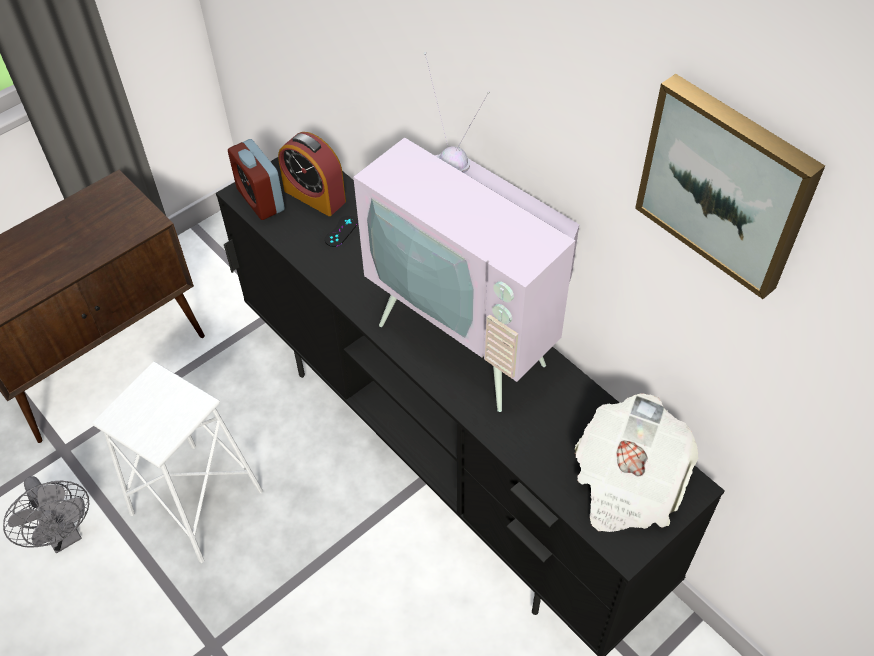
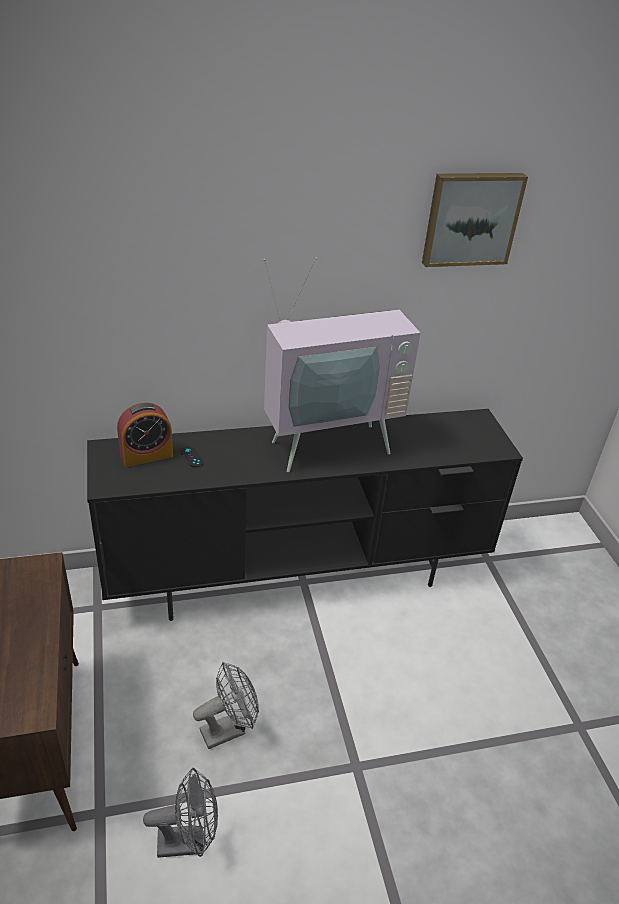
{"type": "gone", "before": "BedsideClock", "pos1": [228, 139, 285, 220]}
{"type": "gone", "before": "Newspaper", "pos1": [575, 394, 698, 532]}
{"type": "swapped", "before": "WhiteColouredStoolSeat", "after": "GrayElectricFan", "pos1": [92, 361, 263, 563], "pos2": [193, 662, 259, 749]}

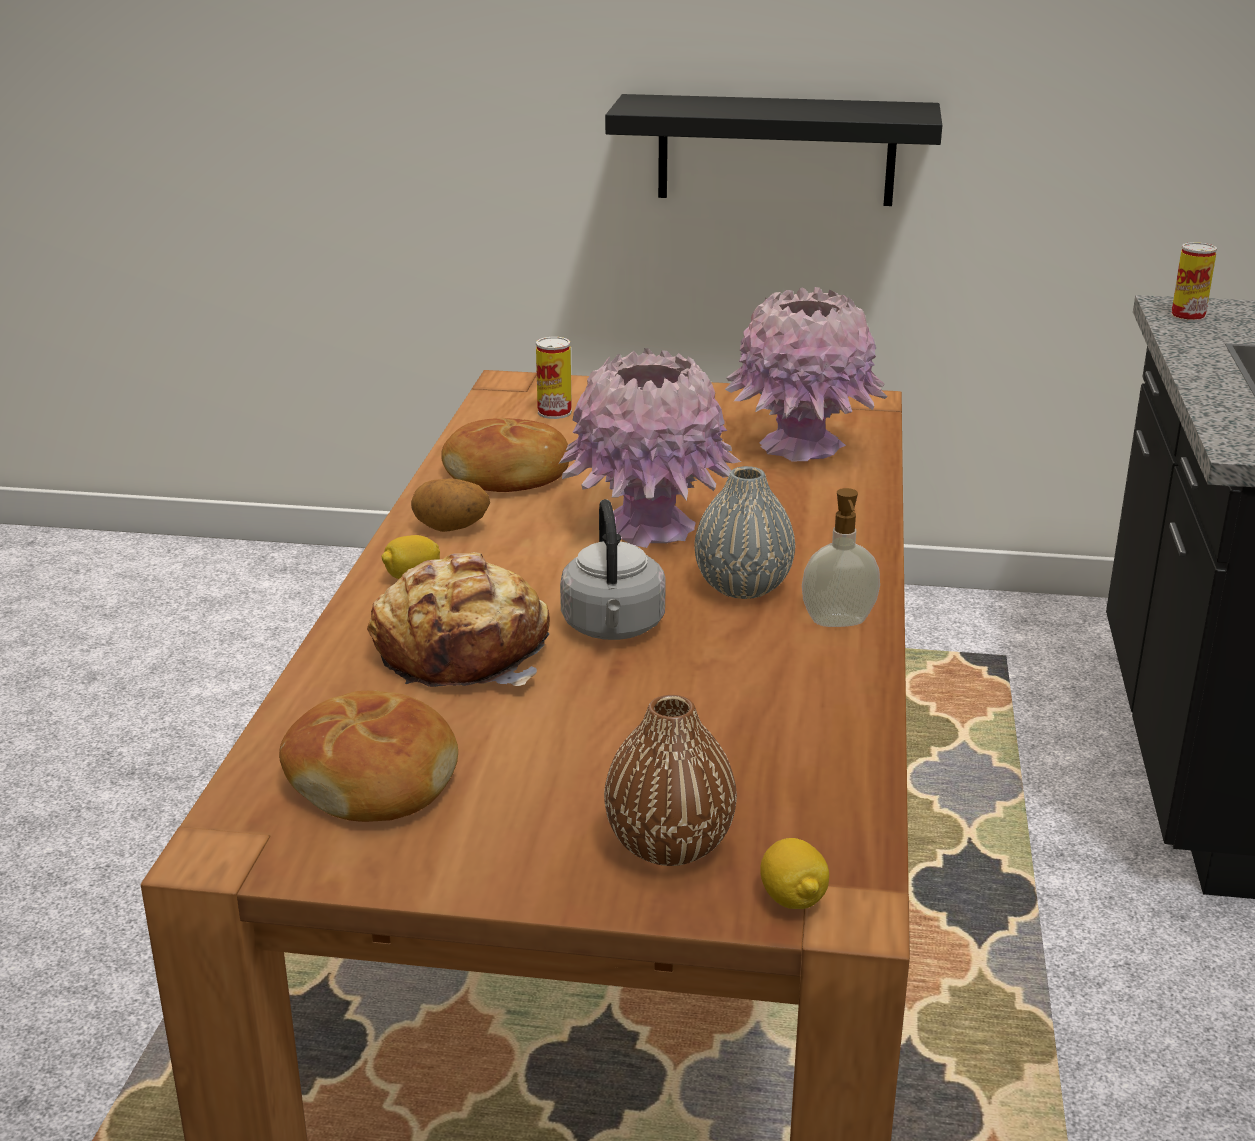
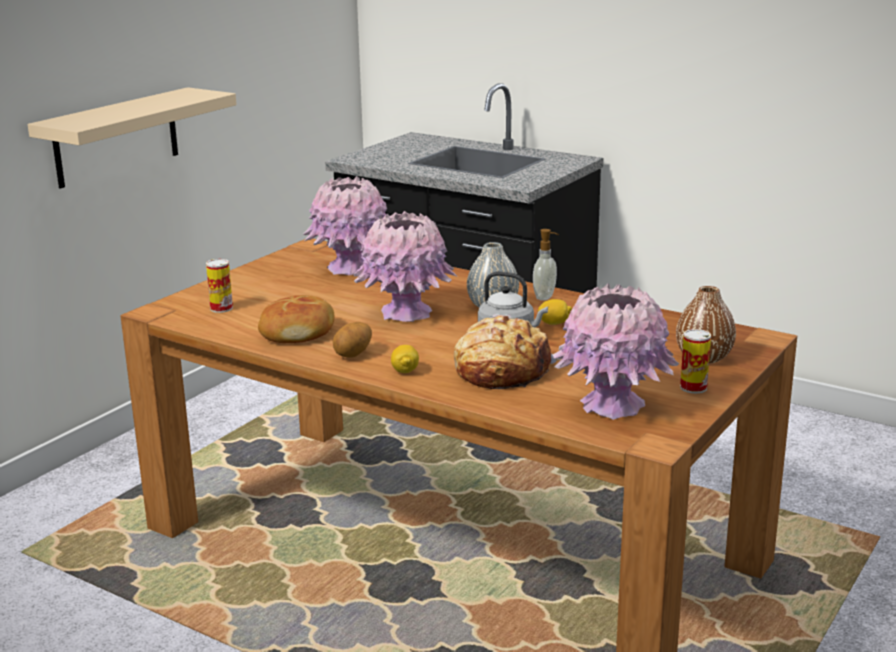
{"type": "shifted", "before": "CitrusFruit", "pos1": [760, 838, 829, 909], "pos2": [538, 299, 572, 325]}
{"type": "shifted", "before": "Can", "pos1": [1171, 242, 1217, 322], "pos2": [680, 329, 711, 394]}
{"type": "swapped", "before": "Bread", "after": "PinkDecorativeVase", "pos1": [279, 690, 458, 822], "pos2": [553, 284, 679, 420]}
{"type": "repainted", "before": "BlackishWallShelf", "after": "SandColouredWallShelf", "pos1": [605, 94, 942, 206], "pos2": [28, 87, 237, 189]}

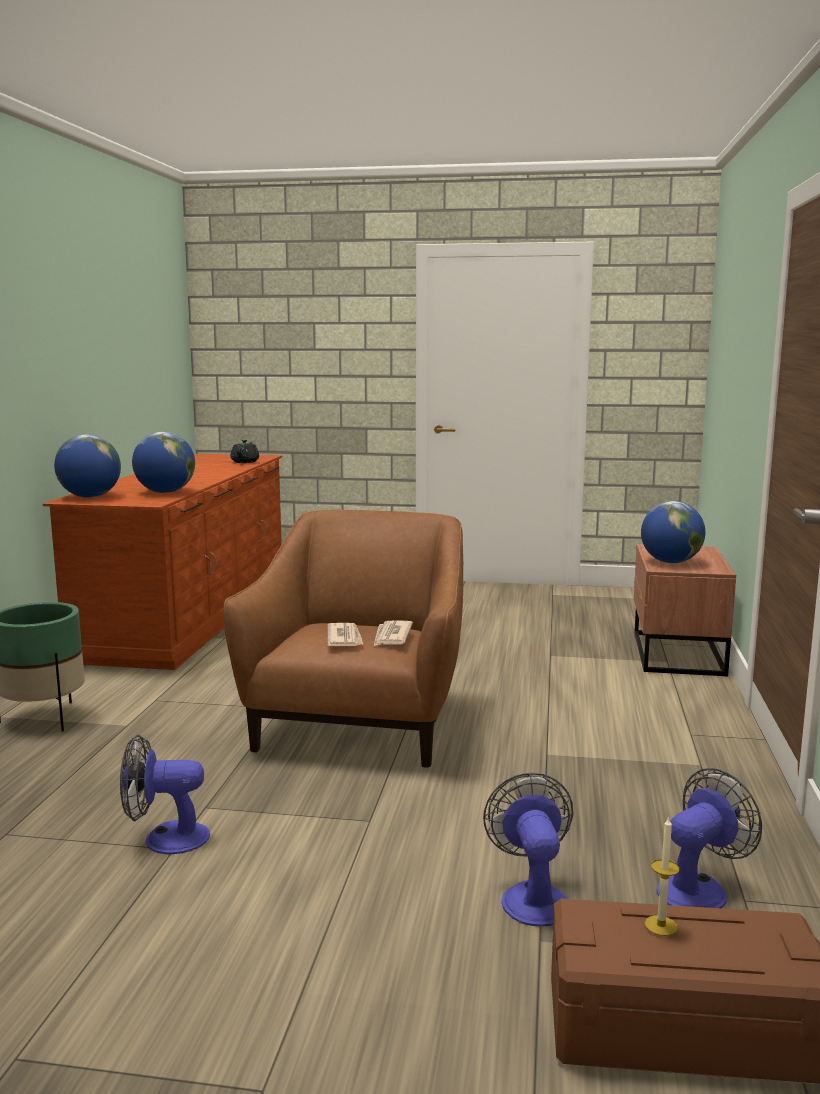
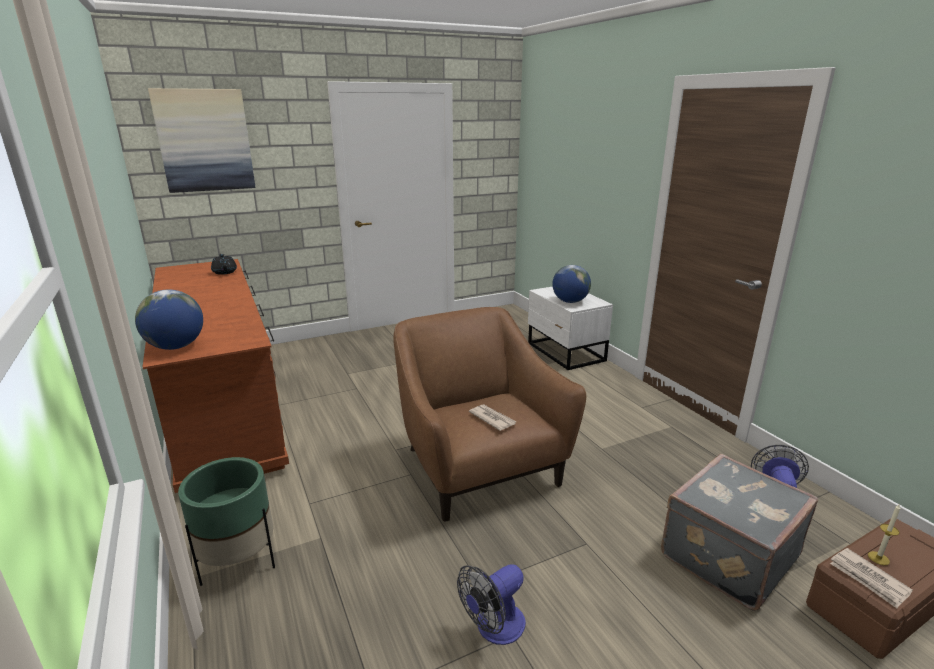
{"type": "gone", "before": "DeskGlobe", "pos1": [132, 432, 195, 493]}
{"type": "new", "after": "WallArt", "pos2": [148, 88, 255, 193]}
{"type": "shifted", "before": "Newspaper", "pos1": [374, 620, 413, 646], "pos2": [830, 548, 913, 608]}
{"type": "swapped", "before": "ElectricFan", "after": "GrayPieceOfLuggage", "pos1": [483, 773, 573, 926], "pos2": [661, 454, 818, 611]}
{"type": "repainted", "before": "BrownColouredNightstand", "after": "WhiteColouredNightstand", "pos1": [634, 544, 736, 677], "pos2": [528, 286, 613, 370]}

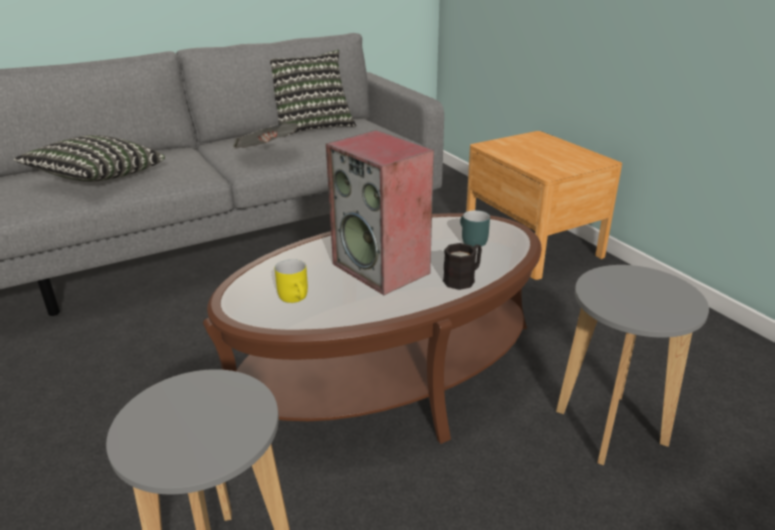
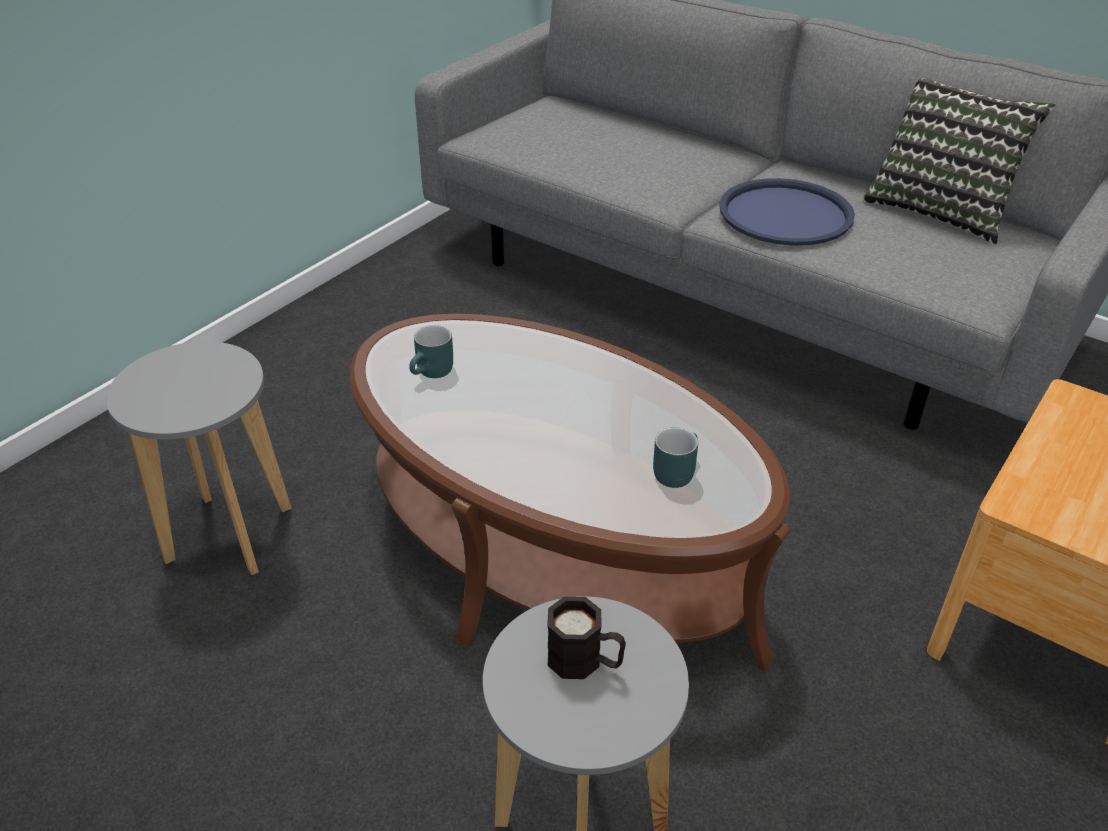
{"type": "gone", "before": "ThrowPillow", "pos1": [13, 135, 165, 182]}
{"type": "gone", "before": "AudioSpeaker", "pos1": [326, 130, 434, 295]}
{"type": "shifted", "before": "BlackishMug", "pos1": [443, 243, 482, 290], "pos2": [547, 597, 626, 679]}
{"type": "swapped", "before": "Newspaper", "after": "BlueServingTray", "pos1": [233, 123, 297, 149], "pos2": [719, 178, 855, 246]}
{"type": "repainted", "before": "YellowColouredMug", "after": "BlueGreenMug", "pos1": [275, 259, 308, 303], "pos2": [409, 325, 453, 378]}

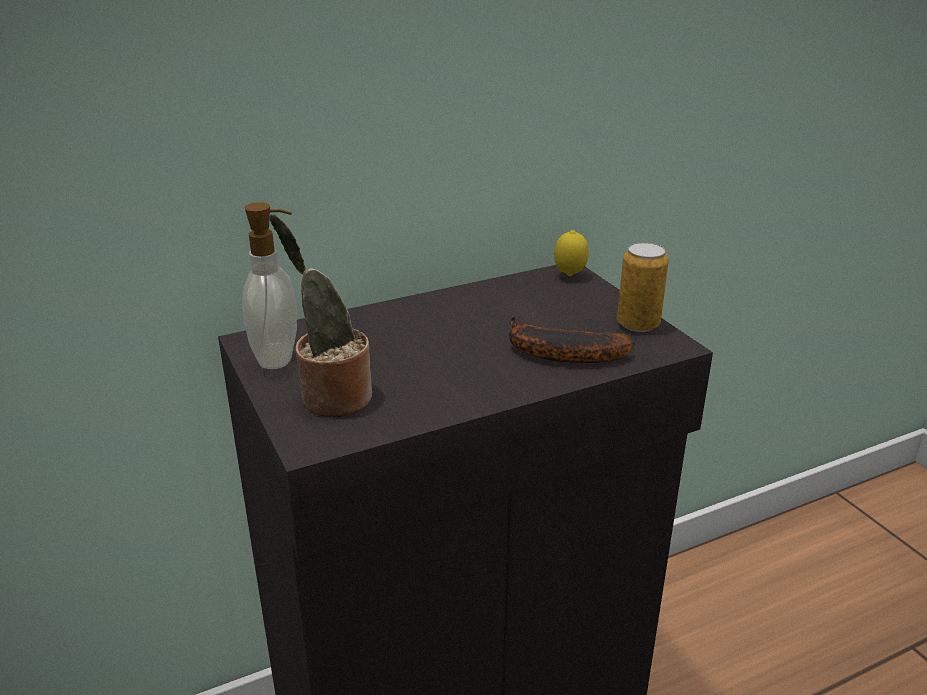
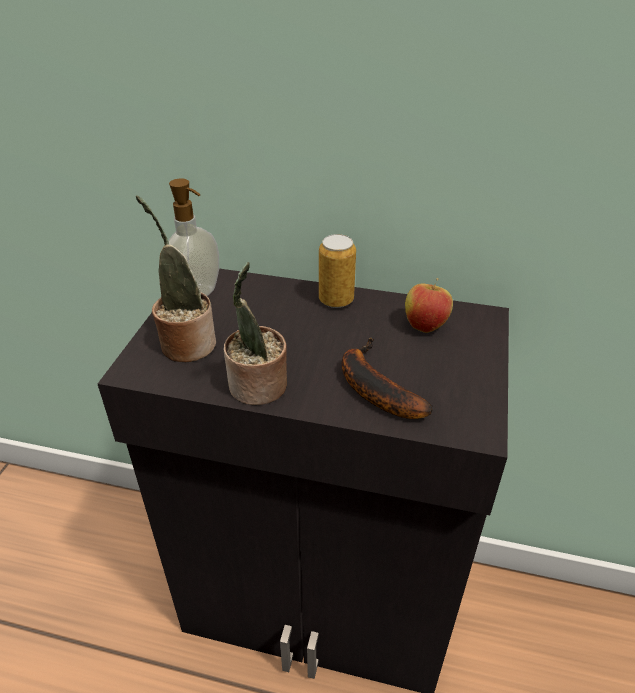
{"type": "gone", "before": "CitrusFruit", "pos1": [554, 230, 588, 276]}
{"type": "new", "after": "Houseplant", "pos2": [224, 262, 287, 405]}
{"type": "new", "after": "AppleFruit", "pos2": [405, 278, 453, 333]}
{"type": "shifted", "before": "Can", "pos1": [617, 242, 668, 332], "pos2": [319, 234, 356, 308]}

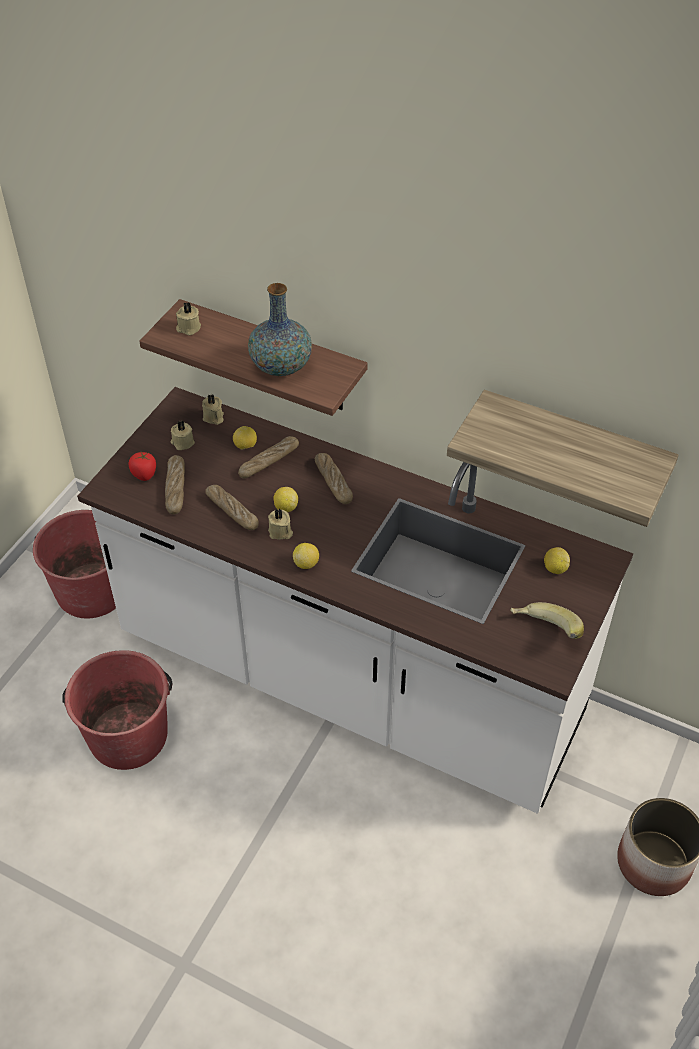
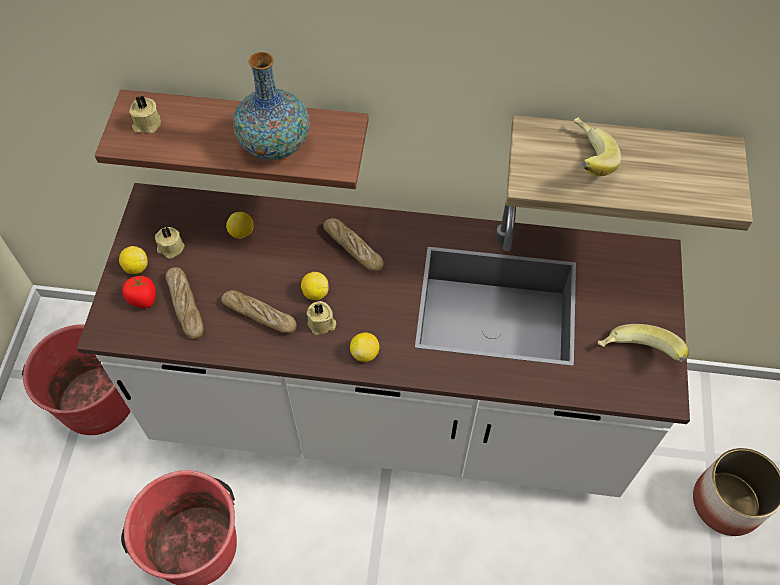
{"type": "gone", "before": "SandColouredWaxLight", "pos1": [202, 394, 224, 425]}
{"type": "gone", "before": "Bread", "pos1": [238, 436, 299, 479]}
{"type": "new", "after": "Banana", "pos2": [573, 117, 621, 176]}
{"type": "shifted", "before": "CitrusFruit", "pos1": [544, 547, 570, 574], "pos2": [119, 246, 148, 274]}

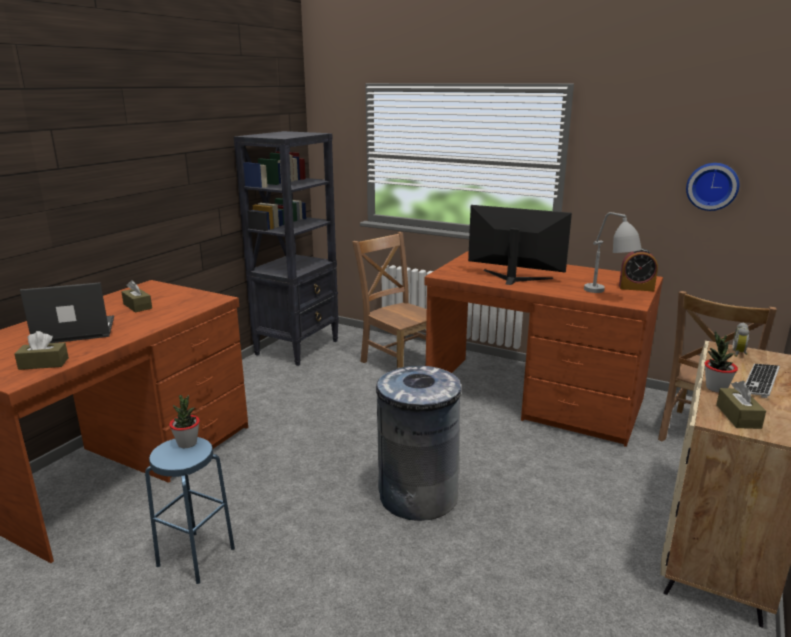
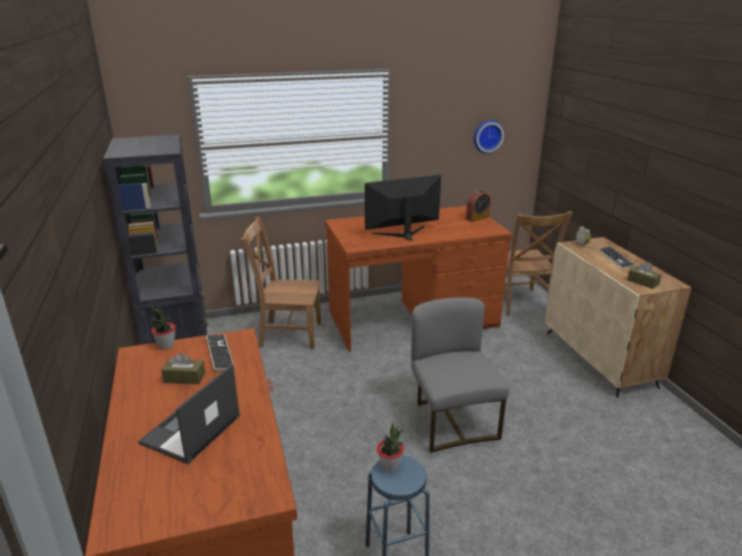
{"type": "gone", "before": "BrownColouredBoxOfTissues", "pos1": [14, 331, 69, 370]}
{"type": "gone", "before": "GrayTabletopLamp", "pos1": [584, 212, 642, 293]}
{"type": "new", "after": "ComputerKeyboard", "pos2": [206, 335, 234, 371]}
{"type": "shifted", "before": "Houseplant", "pos1": [705, 331, 738, 393], "pos2": [150, 304, 176, 349]}
{"type": "swapped", "before": "GrayTrashCan", "after": "GrayUprightChair", "pos1": [376, 366, 462, 521], "pos2": [411, 297, 509, 453]}

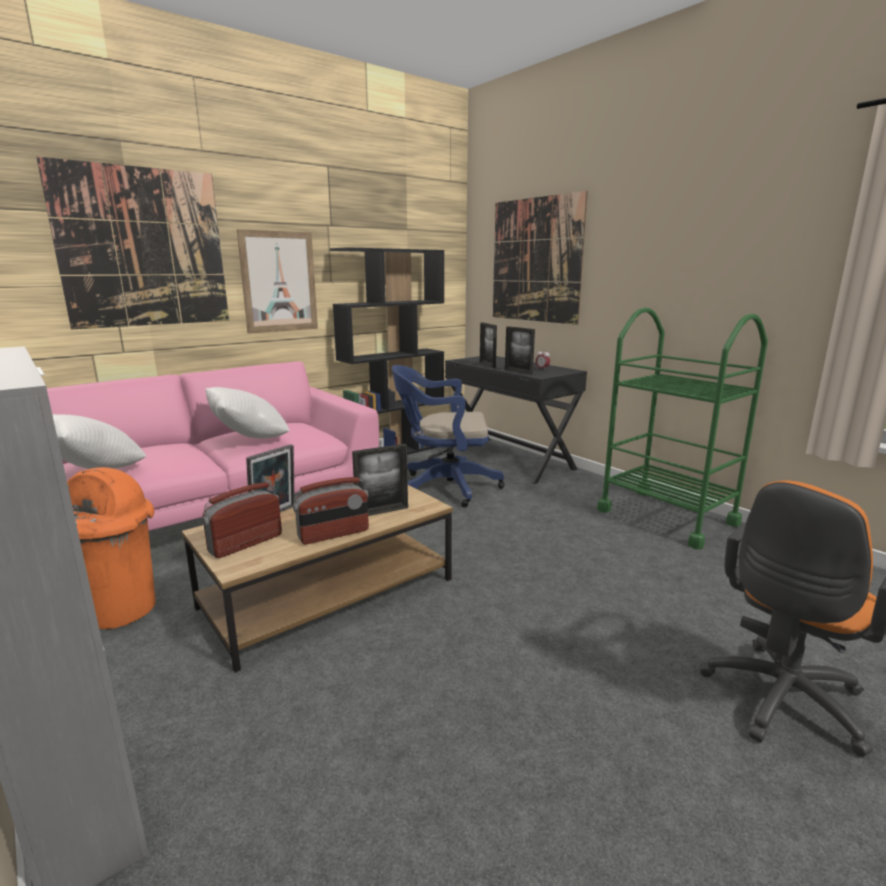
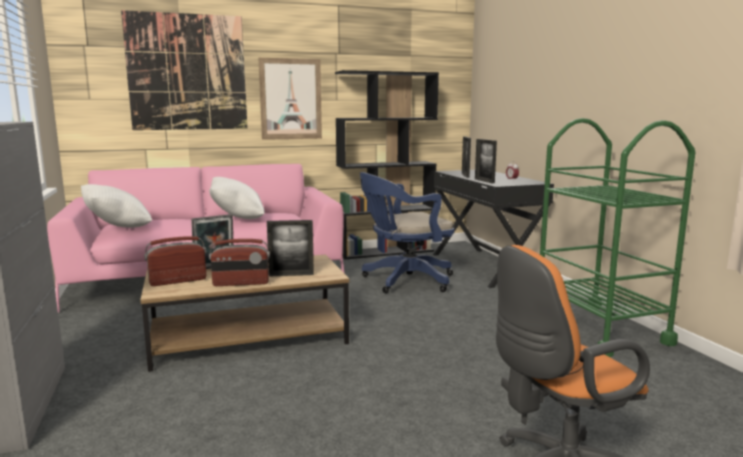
{"type": "gone", "before": "OrangeyTrashCan", "pos1": [67, 467, 156, 629]}
{"type": "gone", "before": "WallArt", "pos1": [493, 191, 588, 325]}
{"type": "rotated", "before": "BlueDeskChair", "pos1": [392, 365, 505, 508], "pos2": [360, 172, 454, 293], "turn": -45}

